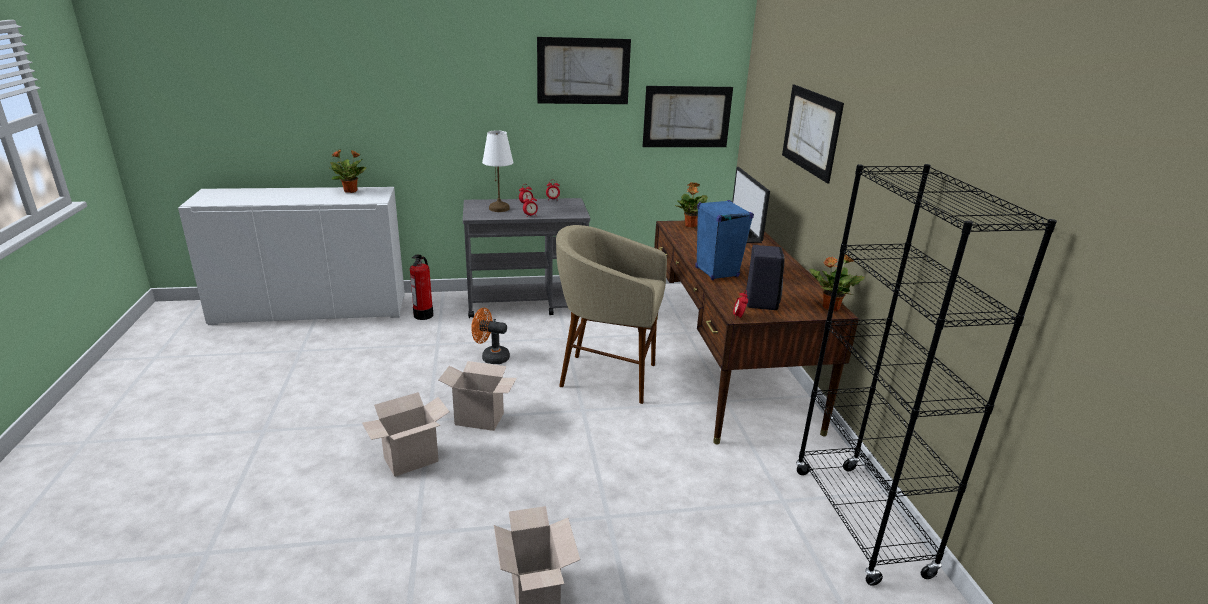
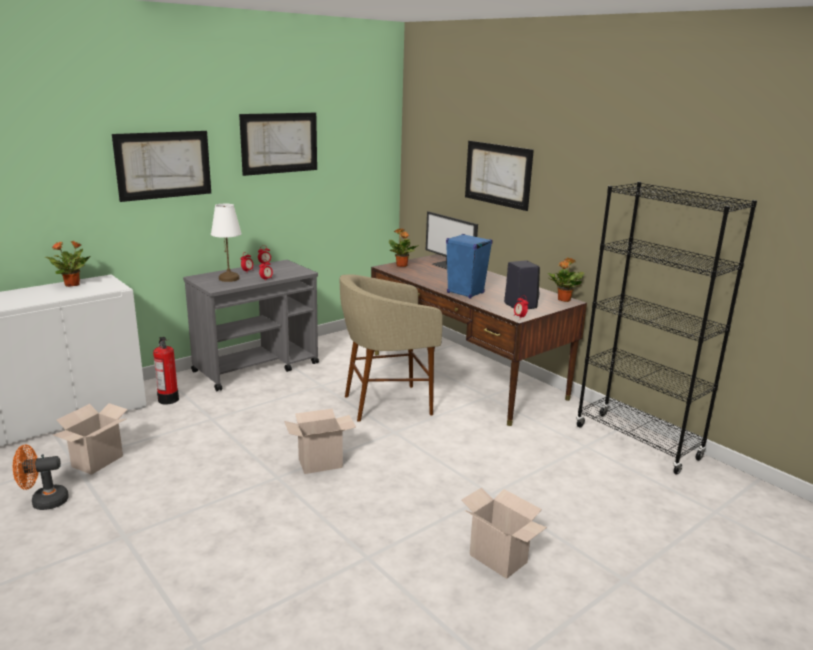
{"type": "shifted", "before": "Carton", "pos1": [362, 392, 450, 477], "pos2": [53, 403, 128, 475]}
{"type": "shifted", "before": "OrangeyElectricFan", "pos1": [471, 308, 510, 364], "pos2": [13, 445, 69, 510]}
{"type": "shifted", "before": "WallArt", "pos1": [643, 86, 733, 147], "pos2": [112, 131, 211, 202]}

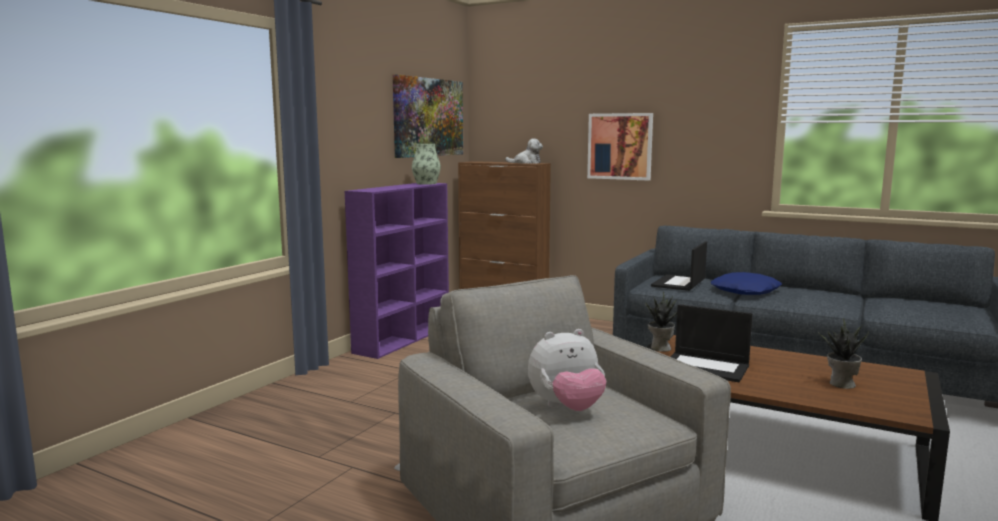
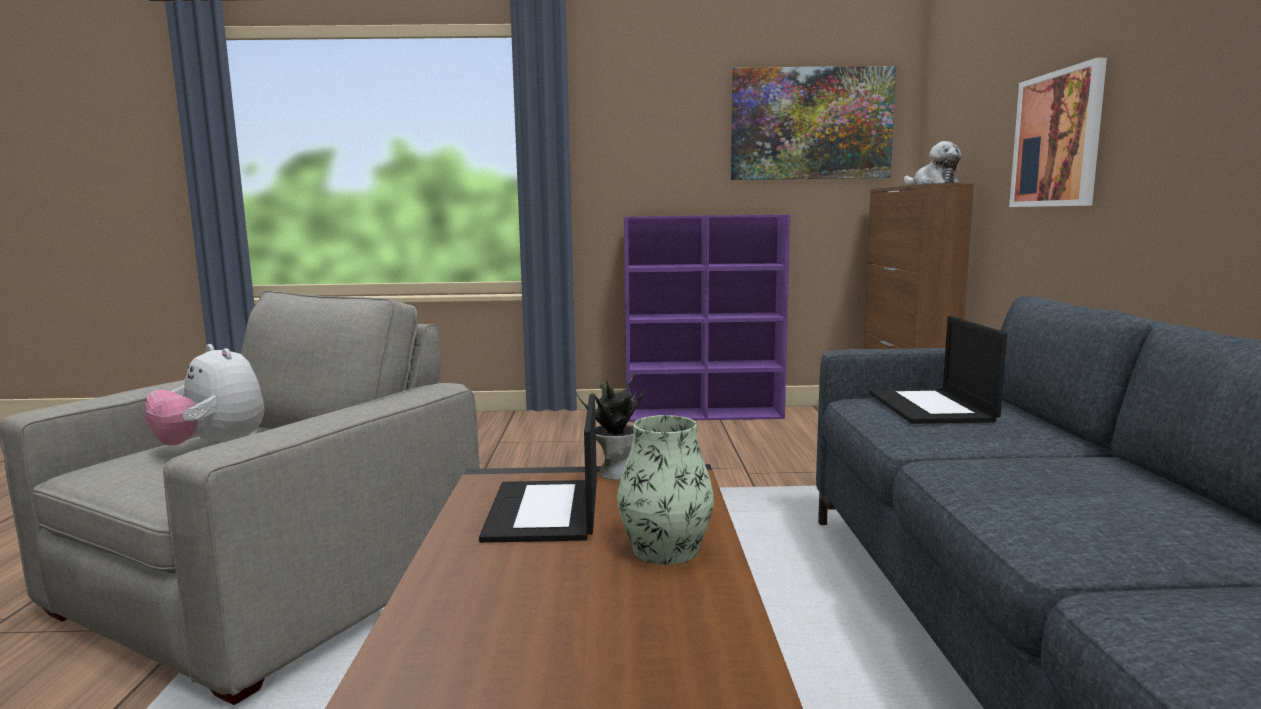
{"type": "gone", "before": "BlueThrowPillow", "pos1": [711, 272, 782, 295]}
{"type": "gone", "before": "Houseplant", "pos1": [818, 318, 869, 389]}
{"type": "shifted", "before": "DecorativeVase", "pos1": [412, 144, 441, 185], "pos2": [617, 415, 714, 565]}
{"type": "rotated", "before": "Laptop", "pos1": [651, 242, 707, 291], "pos2": [869, 316, 1007, 424], "turn": -90}

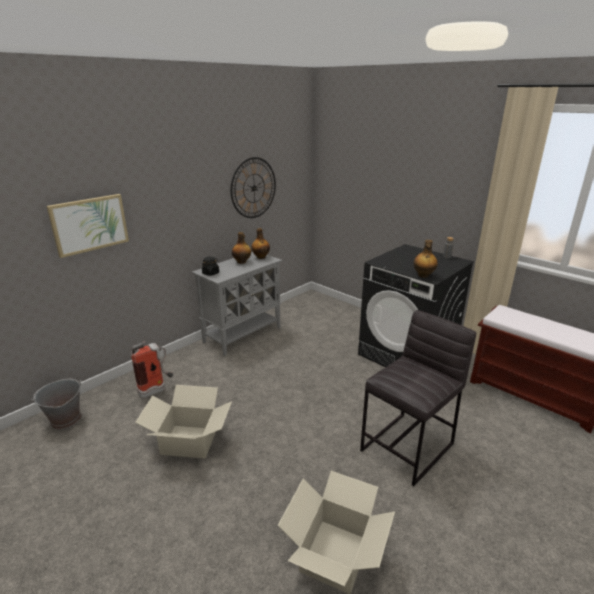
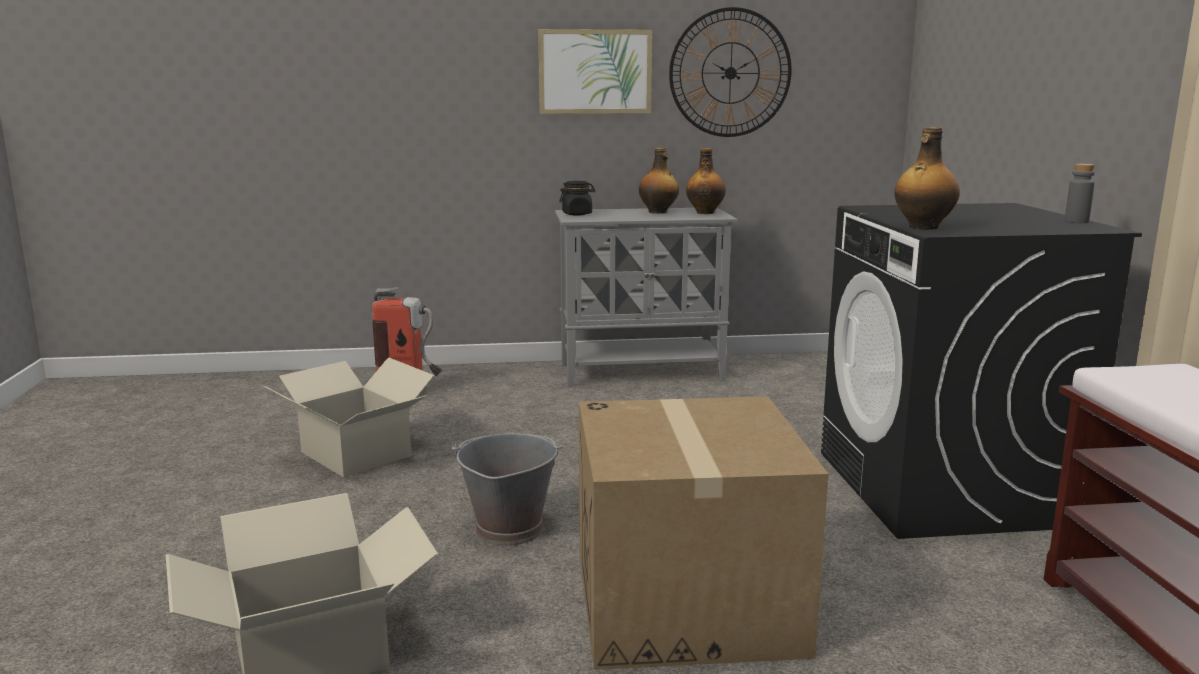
{"type": "shifted", "before": "GrayBucket", "pos1": [31, 379, 82, 430], "pos2": [452, 433, 563, 545]}
{"type": "shifted", "before": "WallArt", "pos1": [47, 194, 129, 258], "pos2": [538, 29, 652, 114]}
{"type": "swapped", "before": "GrayStoolSeat", "after": "Carton", "pos1": [360, 310, 476, 486], "pos2": [579, 396, 829, 670]}

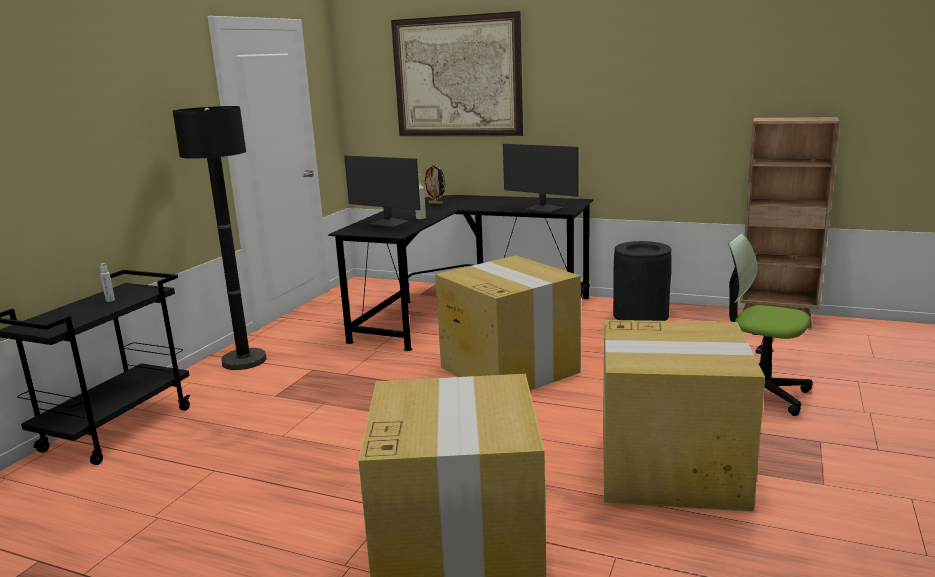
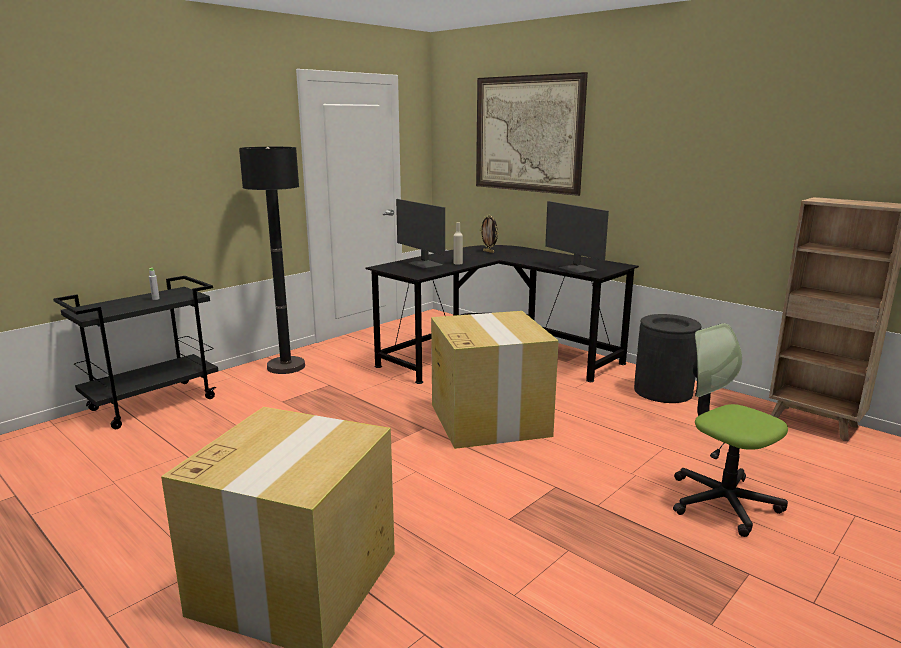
{"type": "gone", "before": "Carton", "pos1": [603, 320, 765, 511]}

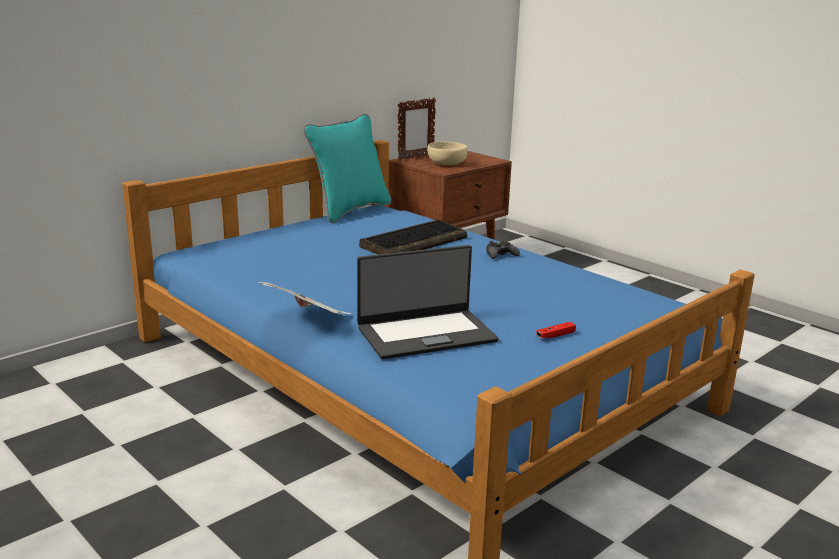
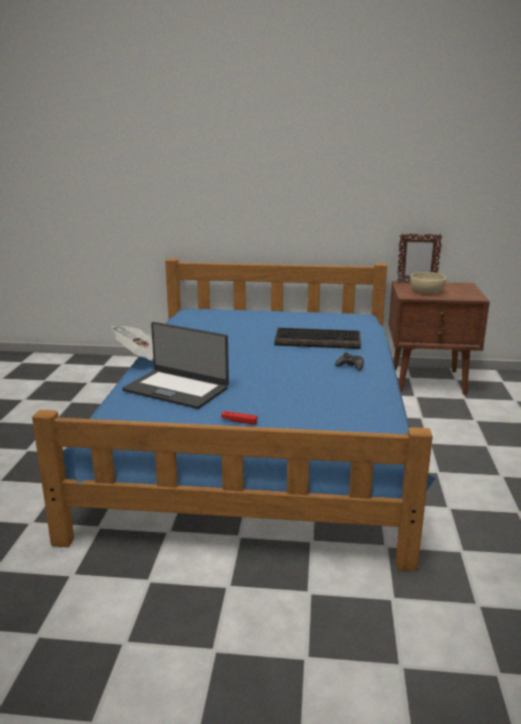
{"type": "gone", "before": "BlueGreenThrowPillow", "pos1": [303, 114, 391, 223]}

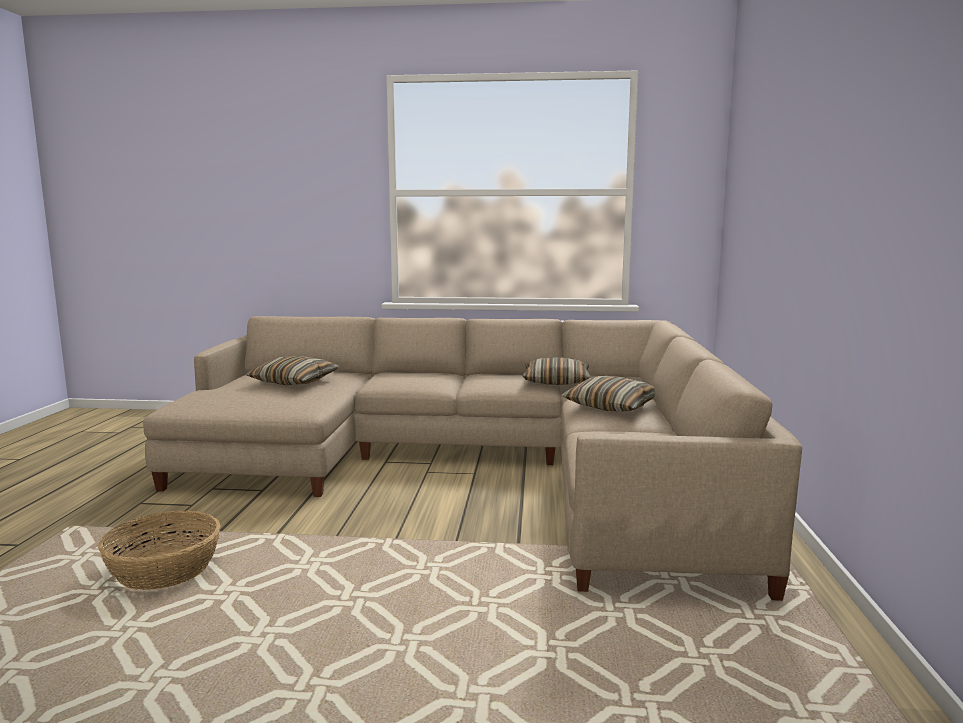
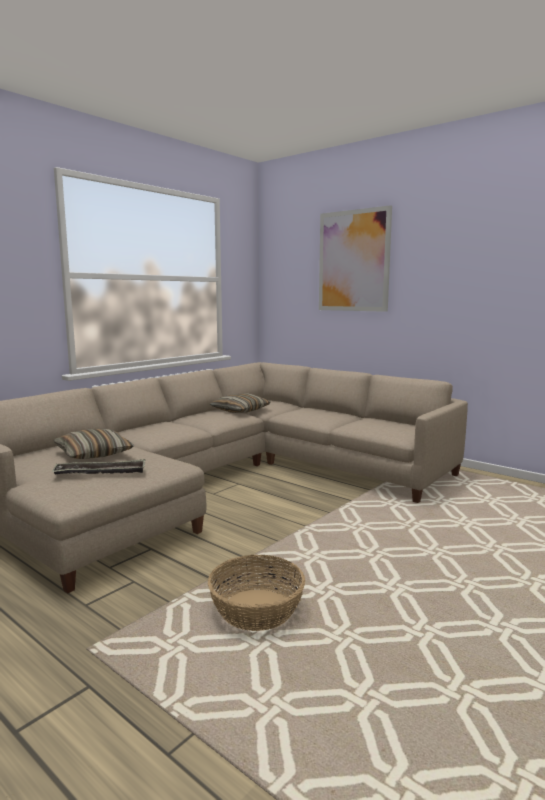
{"type": "gone", "before": "ThrowPillow", "pos1": [562, 376, 655, 412]}
{"type": "new", "after": "ServingTray", "pos2": [52, 459, 145, 475]}
{"type": "new", "after": "WallArt", "pos2": [319, 205, 392, 312]}

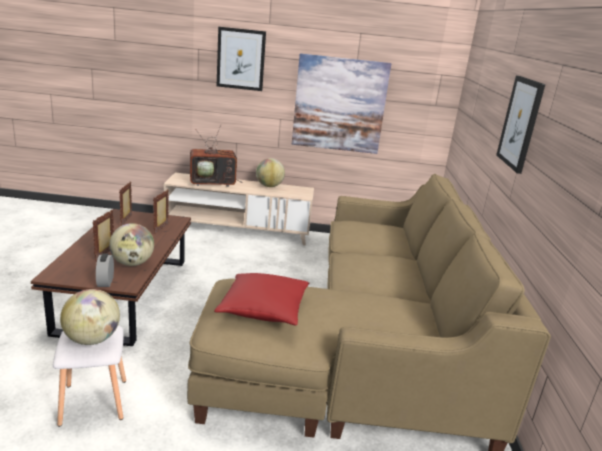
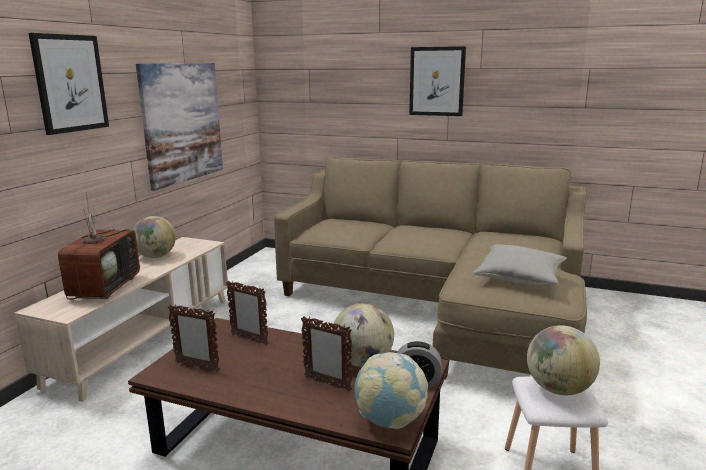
{"type": "new", "after": "DeskGlobe", "pos2": [354, 352, 428, 429]}
{"type": "repainted", "before": "RedColouredThrowPillow", "after": "GrayThrowPillow", "pos1": [214, 273, 309, 325], "pos2": [473, 245, 567, 285]}

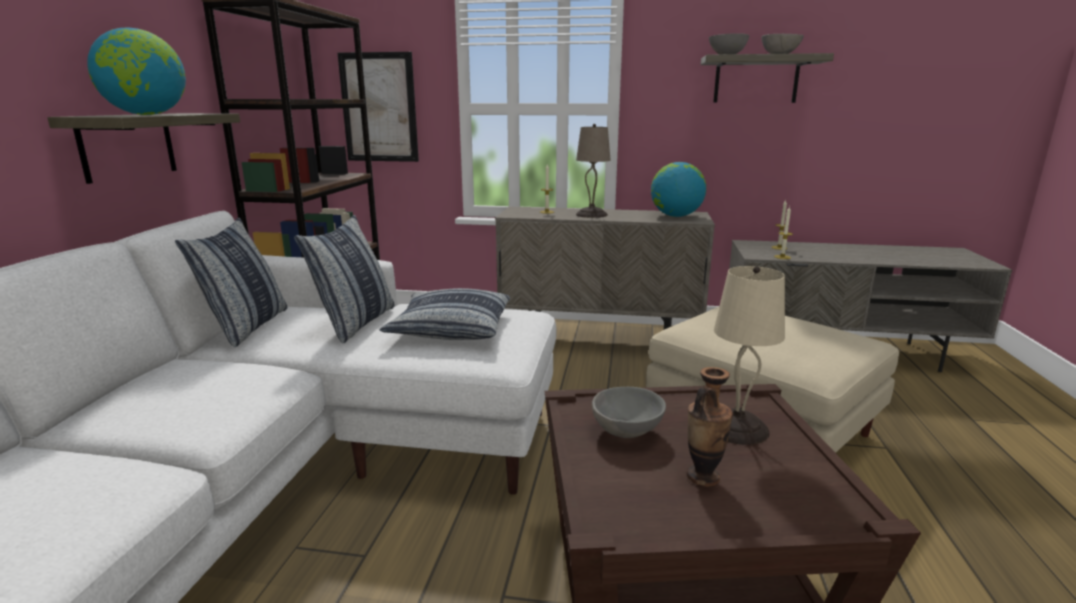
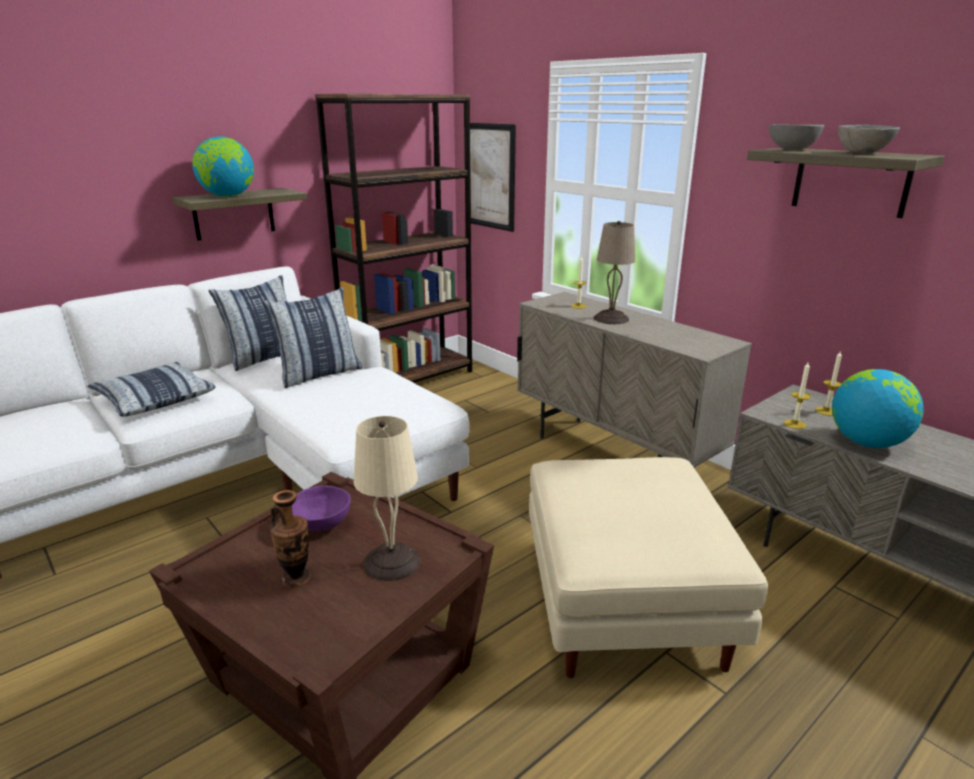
{"type": "shifted", "before": "ThrowPillow", "pos1": [380, 288, 510, 340], "pos2": [88, 362, 215, 417]}
{"type": "shifted", "before": "DeskGlobe", "pos1": [651, 162, 706, 217], "pos2": [832, 369, 924, 448]}
{"type": "repainted", "before": "GrayBowl", "after": "PurpleColouredBowl", "pos1": [592, 387, 666, 438], "pos2": [292, 486, 351, 531]}

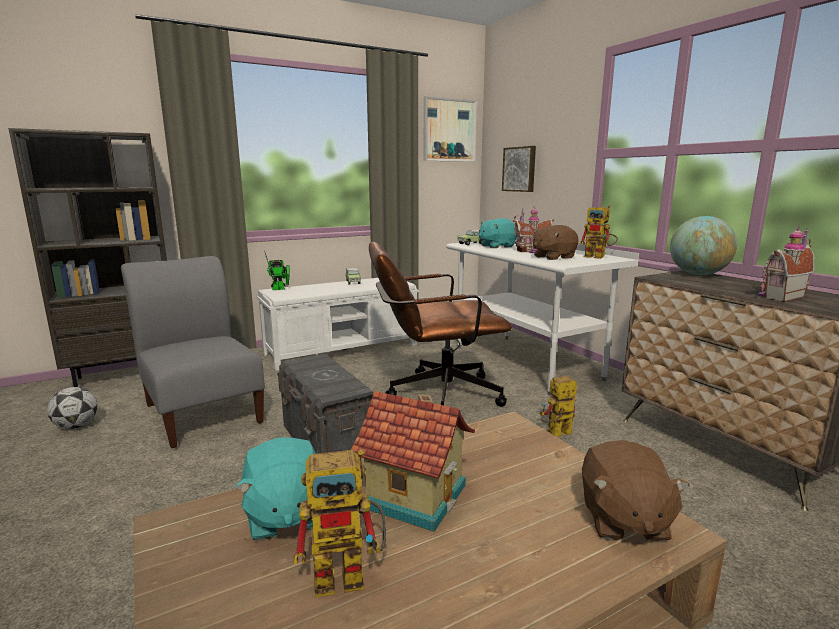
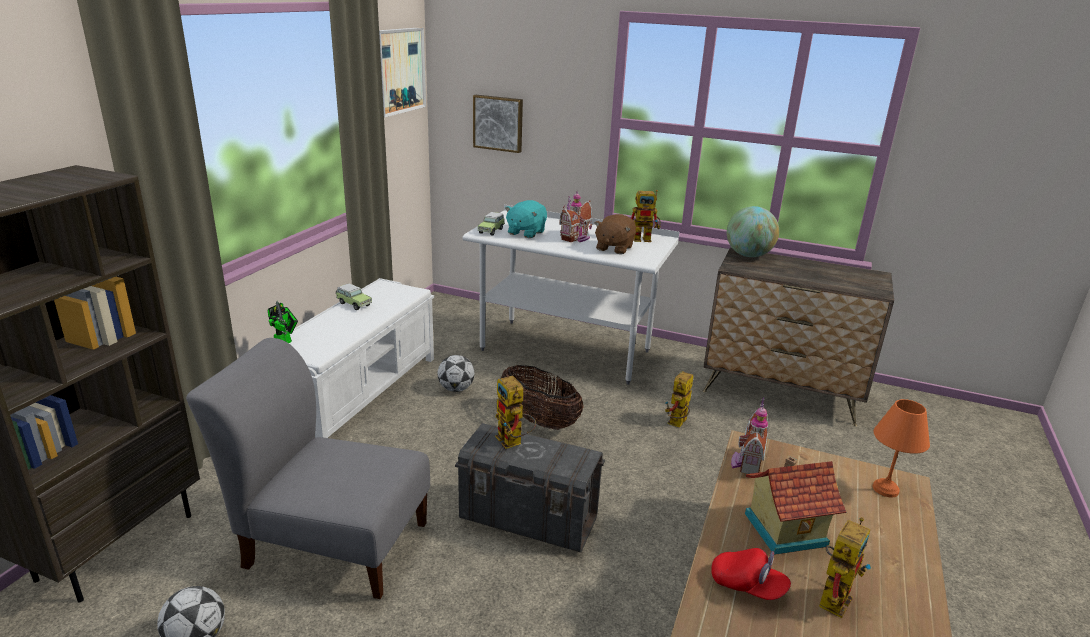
{"type": "new", "after": "BallForFootball", "pos2": [438, 355, 475, 392]}
{"type": "new", "after": "RobotFigure", "pos2": [495, 376, 536, 449]}
{"type": "shifted", "before": "ModelHouse", "pos1": [758, 226, 815, 302], "pos2": [731, 397, 768, 474]}
{"type": "swapped", "before": "BlueGreenCuddlyToy", "after": "RedColouredBaseballCap", "pos1": [235, 437, 316, 541], "pos2": [711, 548, 791, 600]}
{"type": "swapped", "before": "BrownColouredDeskChair", "after": "Basket", "pos1": [369, 242, 512, 407], "pos2": [501, 365, 584, 430]}
{"type": "swapped", "before": "BrownColouredCuddlyToy", "after": "OrangeyTabletopLamp", "pos1": [582, 440, 690, 543], "pos2": [873, 399, 930, 497]}

